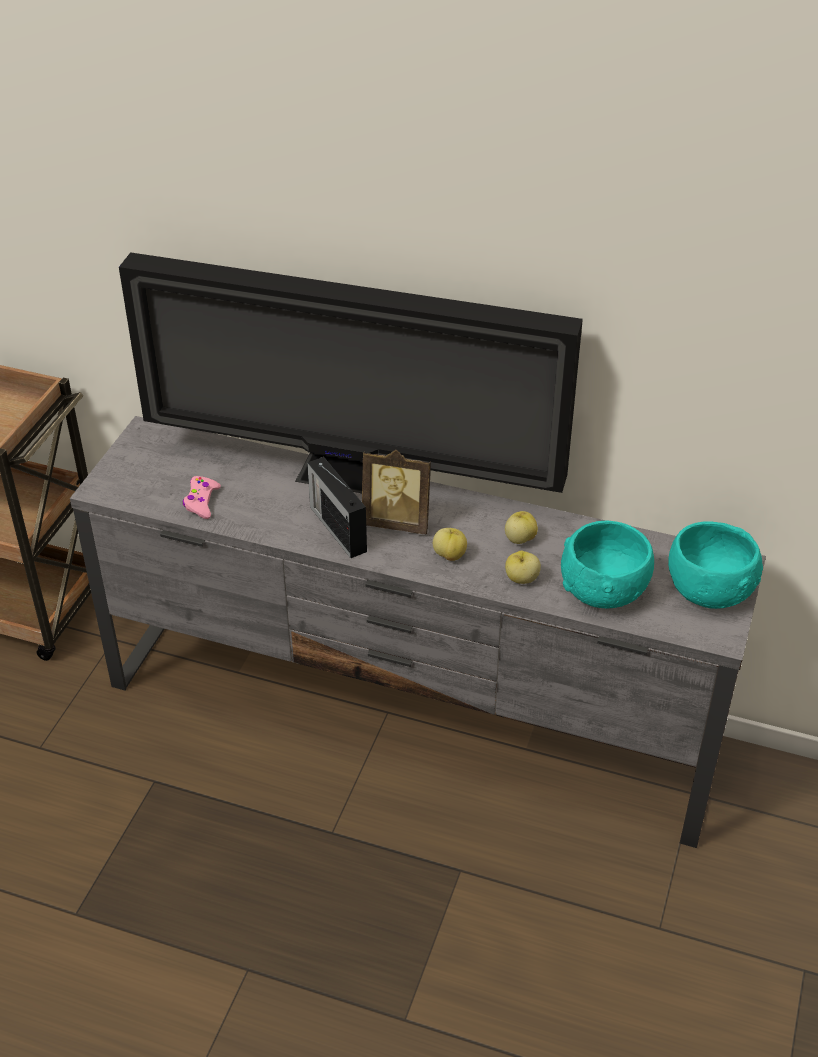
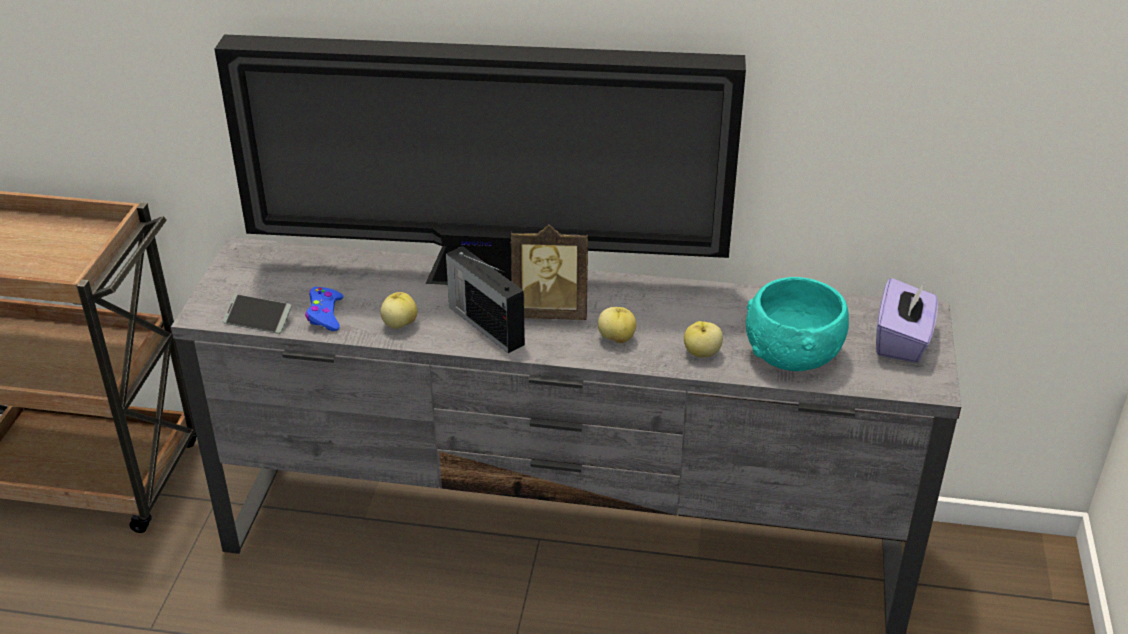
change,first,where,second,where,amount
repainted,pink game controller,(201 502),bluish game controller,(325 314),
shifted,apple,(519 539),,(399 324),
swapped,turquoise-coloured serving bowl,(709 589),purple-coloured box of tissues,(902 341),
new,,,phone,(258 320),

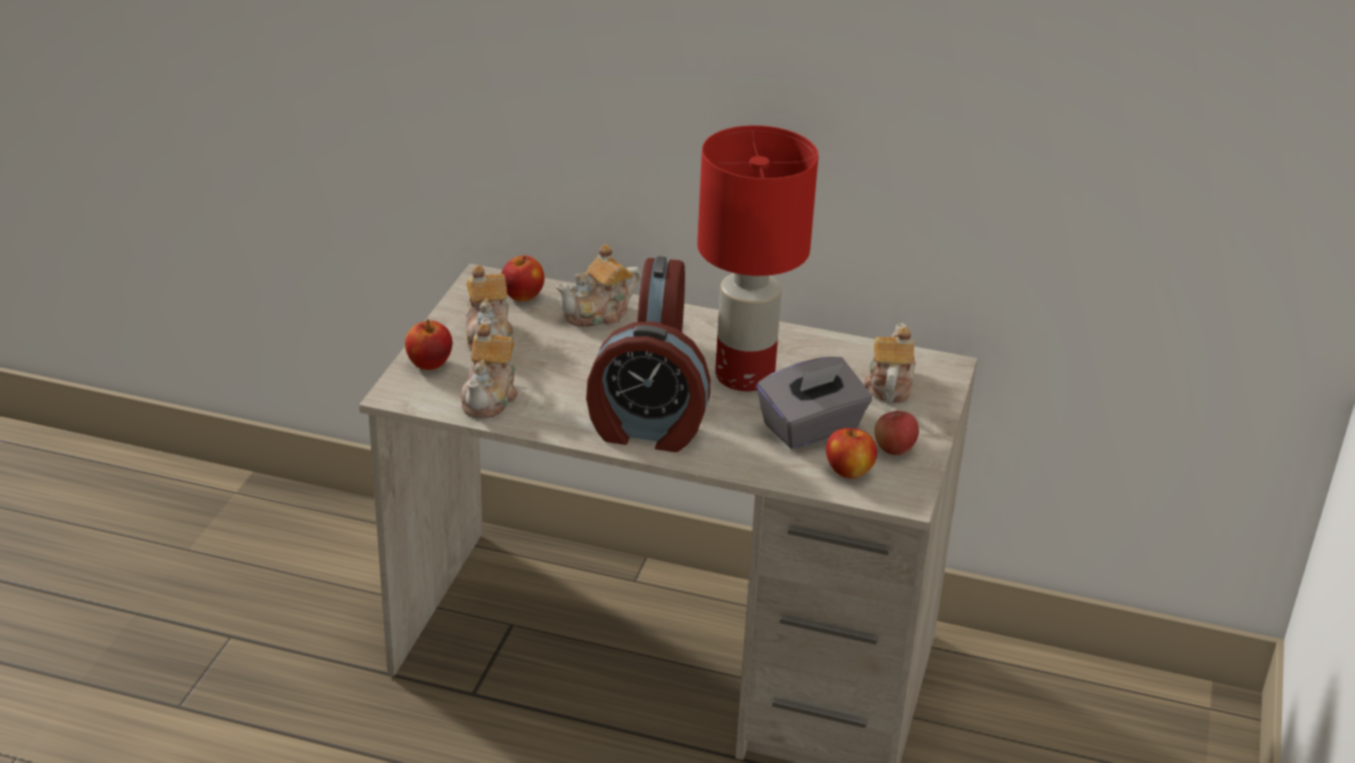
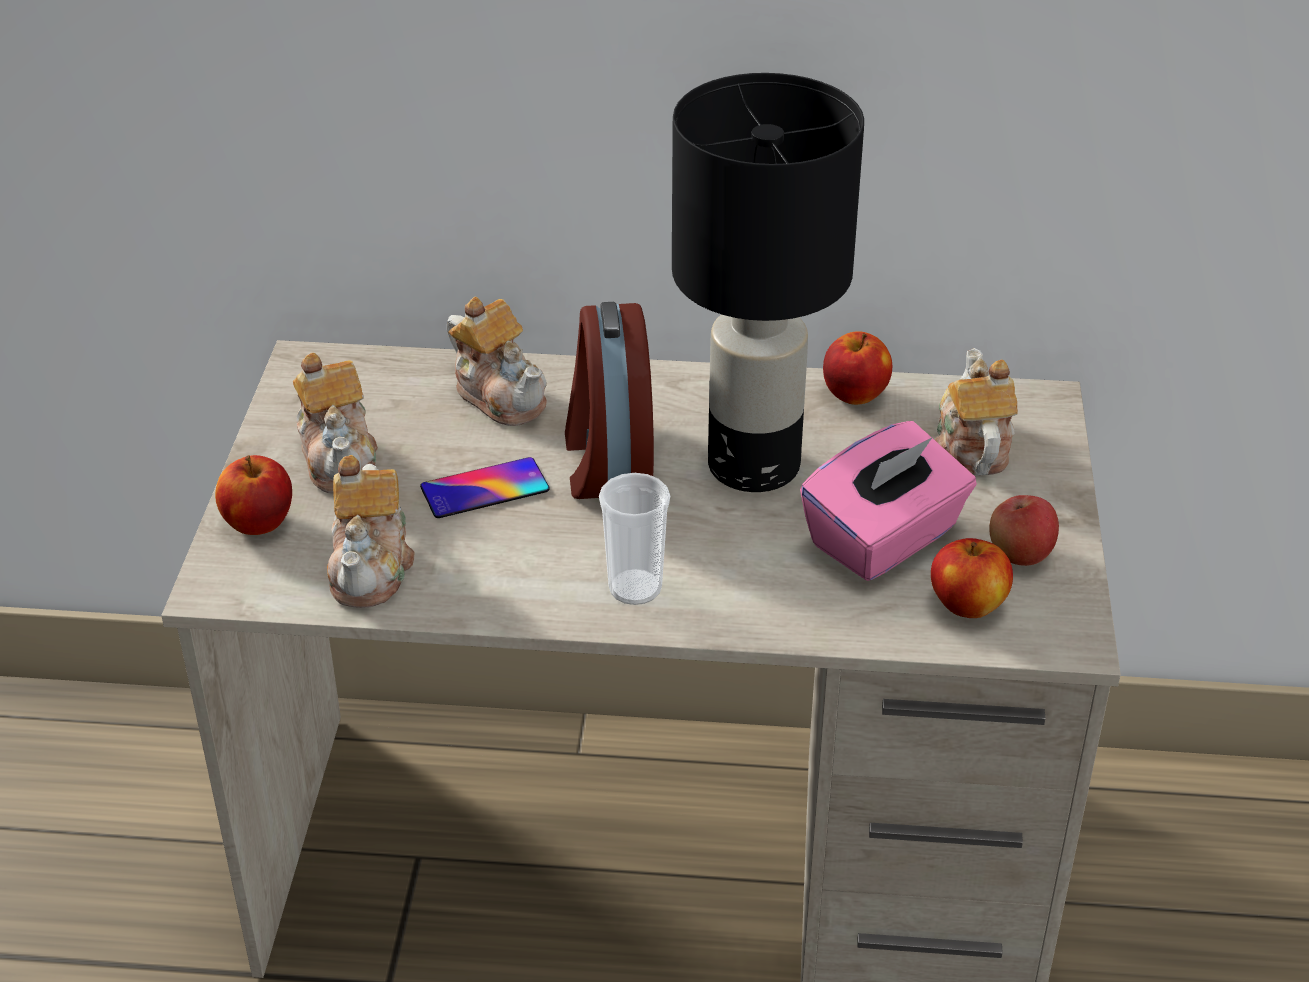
change,first,where,second,where,amount
shifted,apple,(522 296),,(855 395),
rotated,teapot,(599 314),,(500 395),90 degrees counterclockwise
swapped,alarm clock,(646 432),cup,(635 588),
repainted,red table lamp,(746 376),blackish table lamp,(756 466),
repainted,grey box of tissues,(811 428),pink box of tissues,(885 539),
new,,,phone,(485 489),

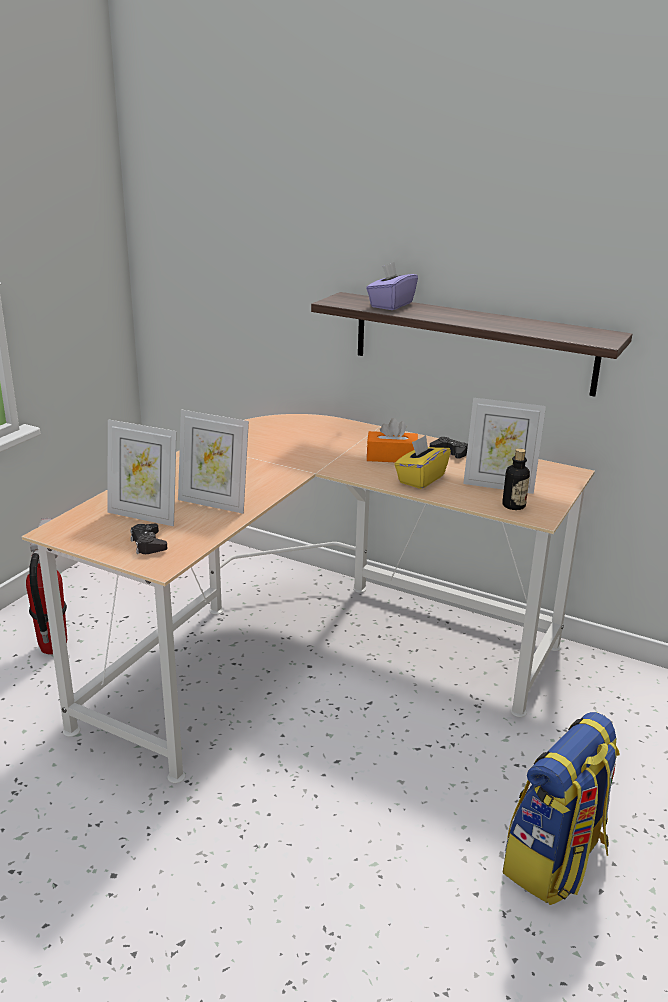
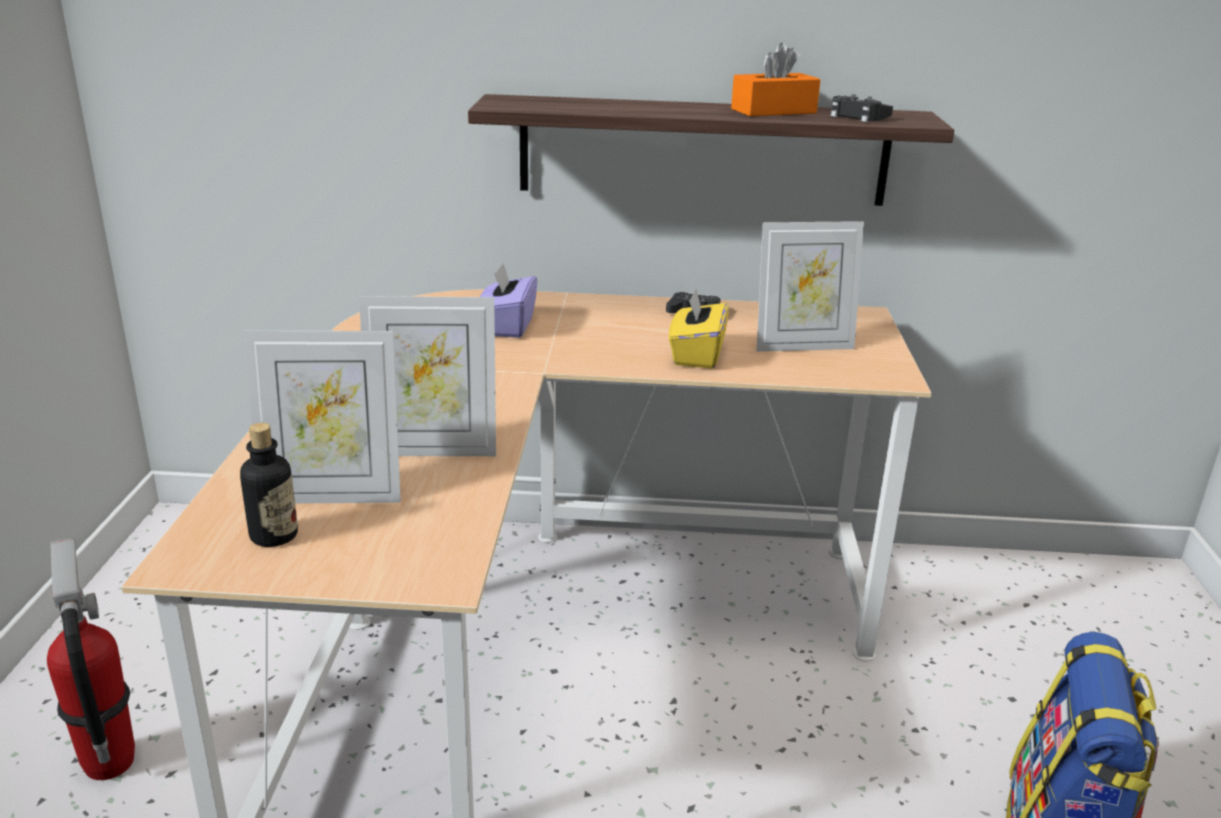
change,first,where,second,where,amount
shifted,blackish game controller,(148 544),,(857 117),
shifted,purple-coloured box of tissues,(390 305),,(507 326),
shifted,orangey box of tissues,(391 457),,(773 111),
shifted,drink bottle,(513 505),,(274 535),

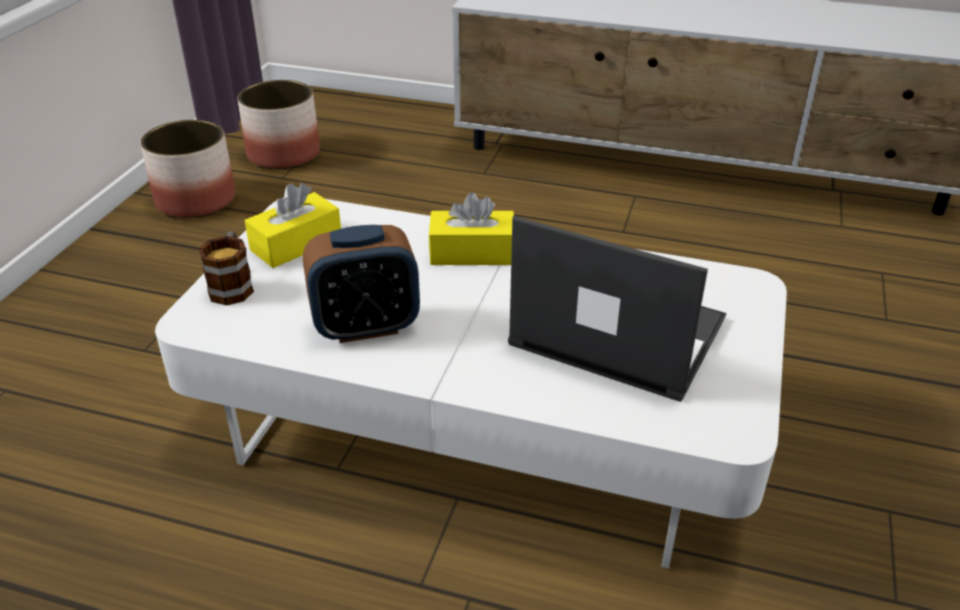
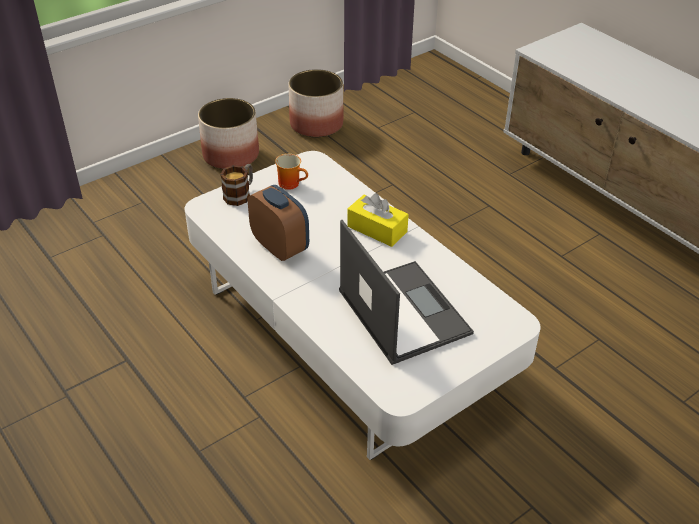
change,first,where,second,where,amount
shifted,planter,(284 154),,(231 155),
swapped,yellowish box of tissues,(296 244),mug,(292 183),
rotated,alarm clock,(366 326),,(280 247),150 degrees counterclockwise

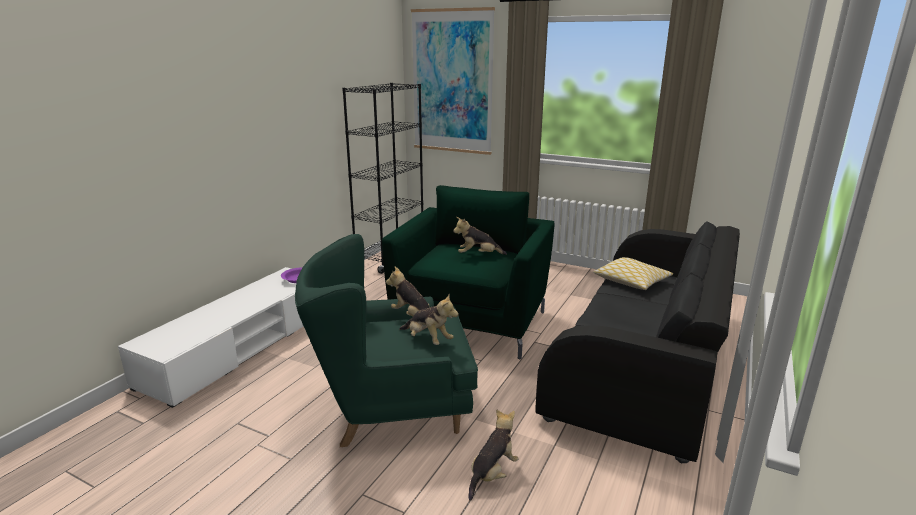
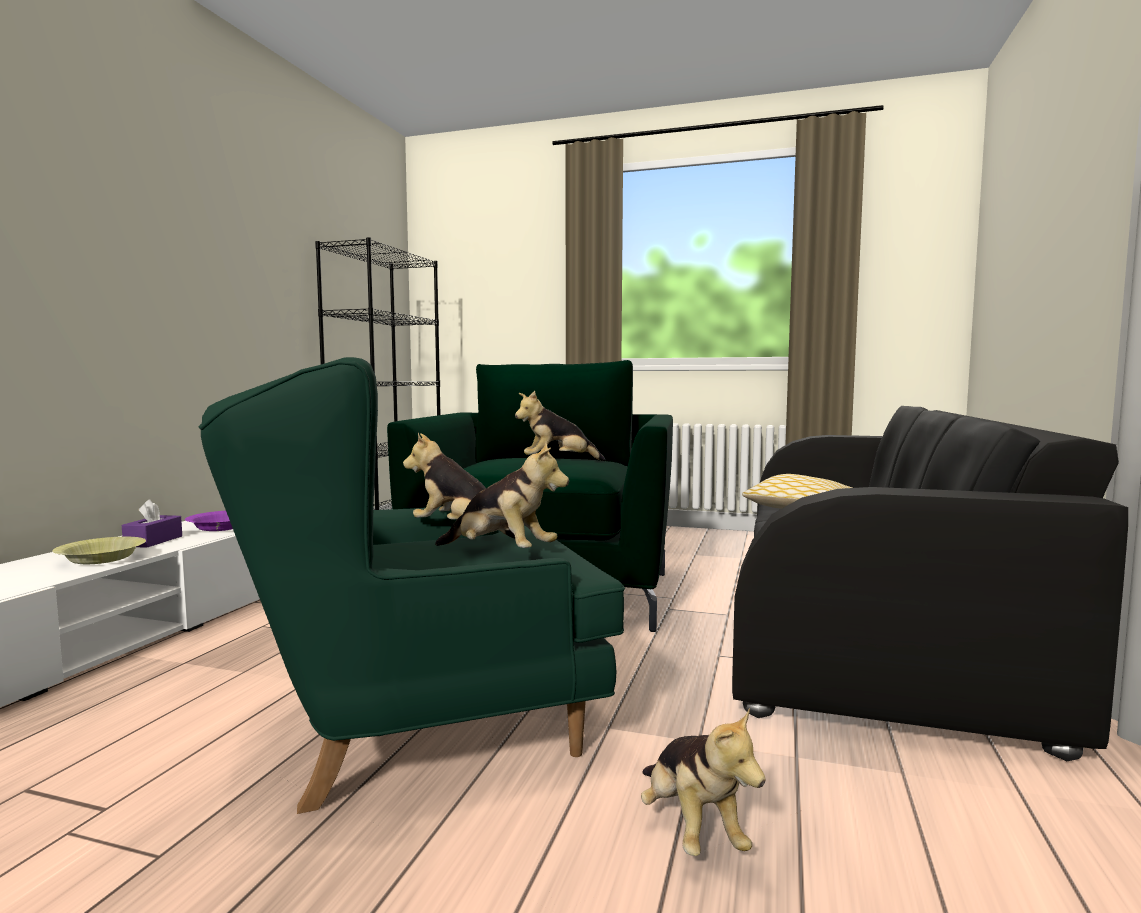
change,first,where,second,where,amount
gone,wall picture,(452 82),,,
rotated,soft toy,(492 474),,(691 829),135 degrees clockwise
new,,,yellowish serving bowl,(101 559),
new,,,purple-coloured box of tissues,(153 541),

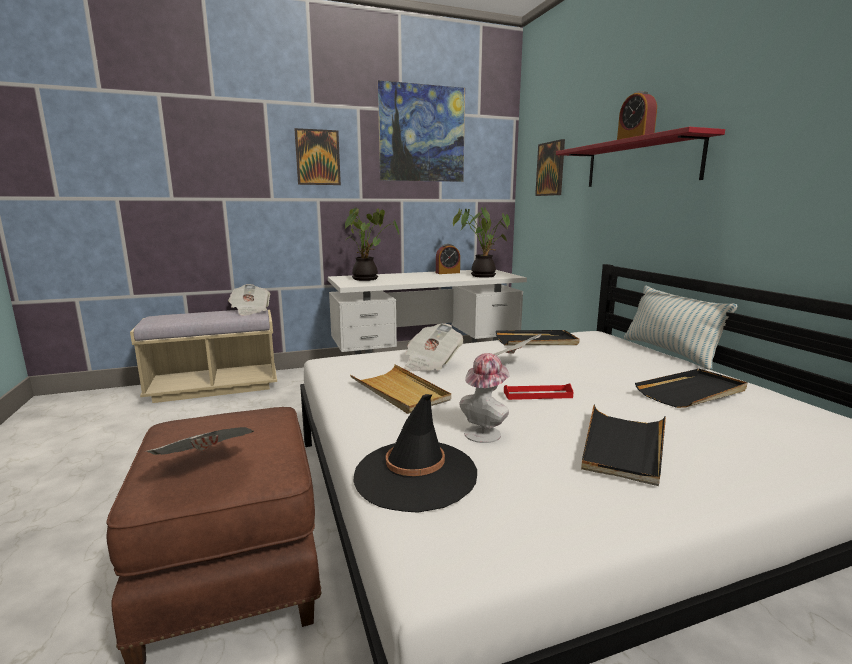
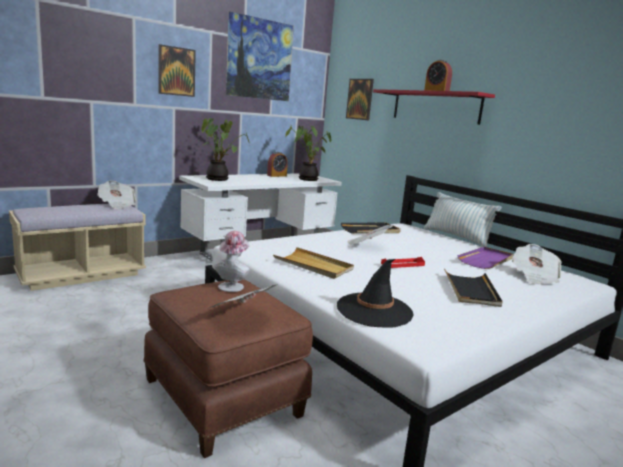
change,first,where,second,where,amount
shifted,daily paper,(430 363),,(534 277),
shifted,hat,(485 432),,(232 286),
repainted,blackish carrying tray,(692 392),purple-coloured carrying tray,(486 260),

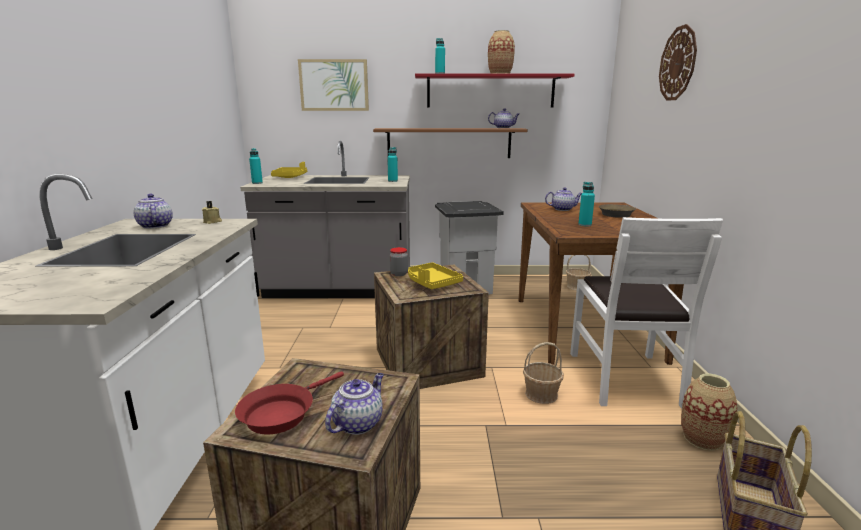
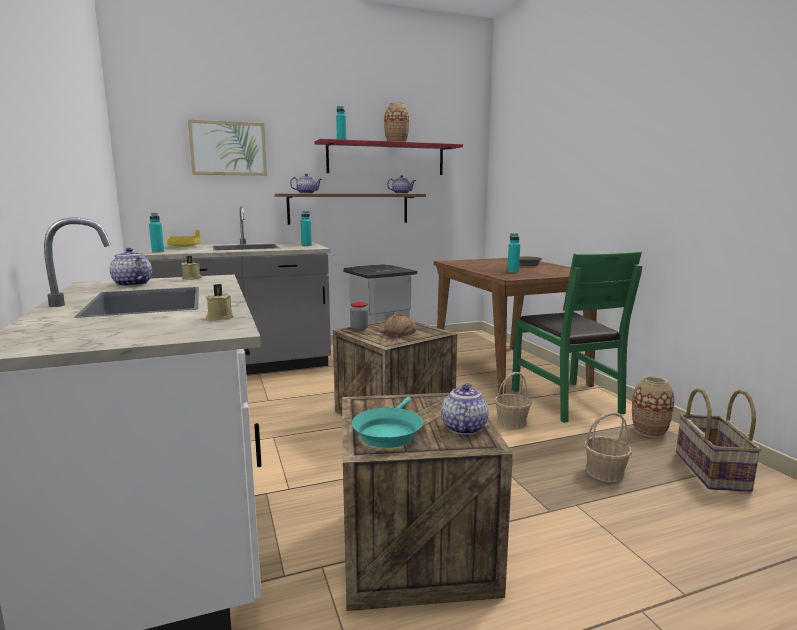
change,first,where,second,where,amount
repainted,red skillet,(282 413),turquoise-coloured skillet,(388 432),
swapped,yellowish carrying tray,(432 283),baked bread,(399 332),
shifted,teapot,(563 209),,(307 193),
shifted,household basket,(577 287),,(605 472),
repainted,white upright chair,(625 378),green upright chair,(566 400),
gone,clock on the wall,(678 63),,,
new,,,sand-coloured candle,(220 317),

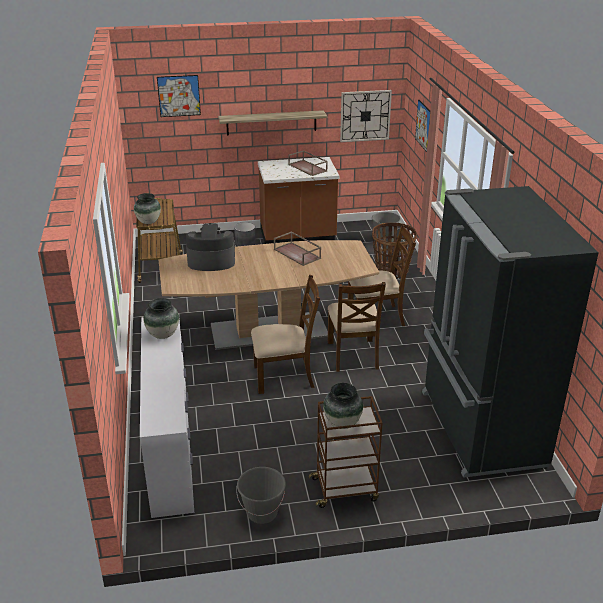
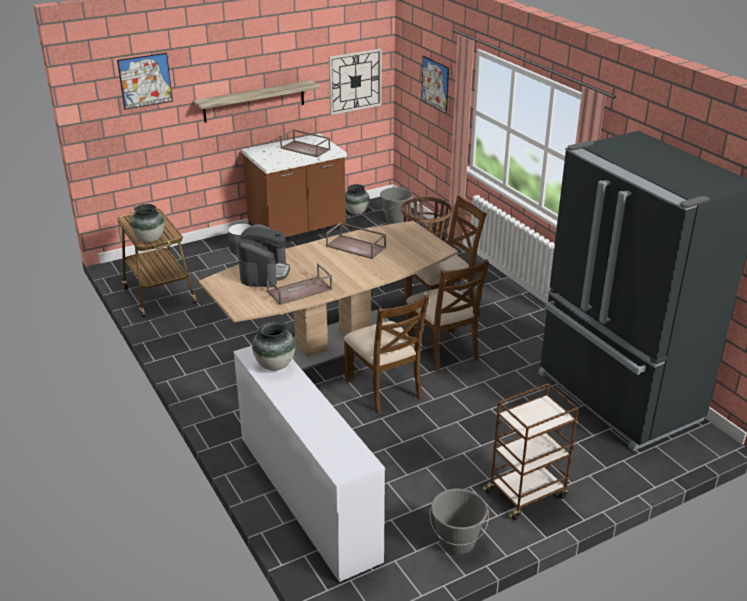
change,first,where,second,where,amount
rotated,coffee machine,(211 261),,(264 272),120 degrees clockwise
rotated,brown-coloured upright chair,(284 376),,(384 389),90 degrees clockwise
shifted,vase,(342 423),,(356 212),
new,,,brown-coloured carrying tray,(299 291),

